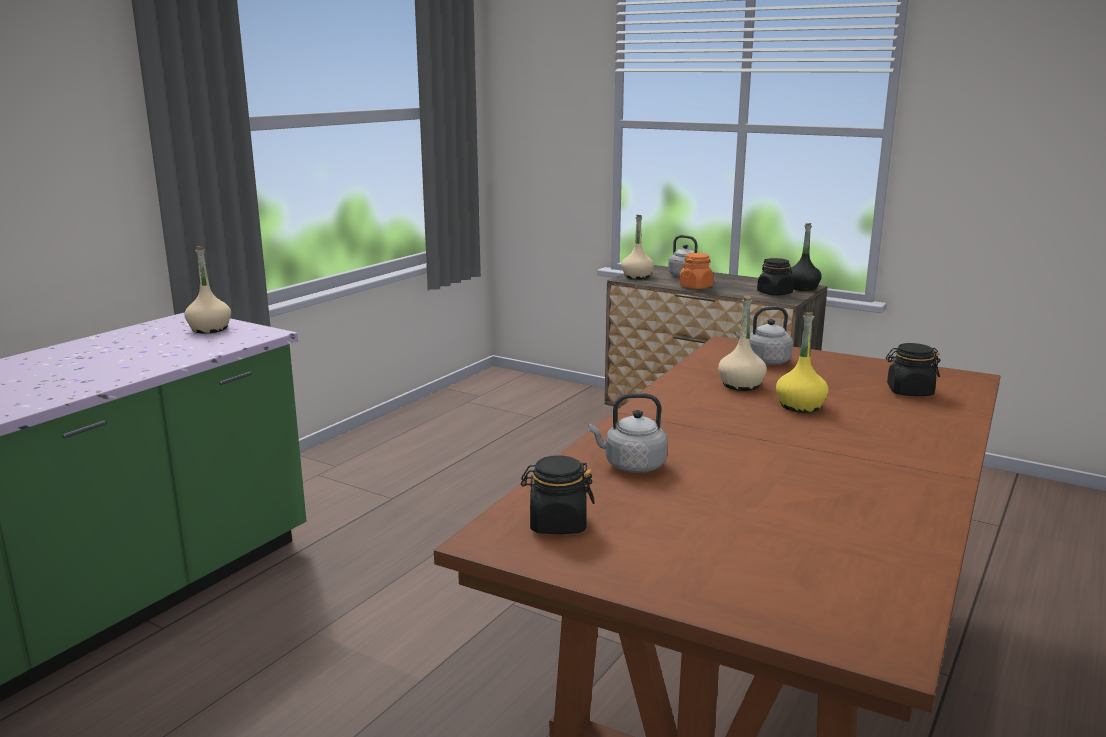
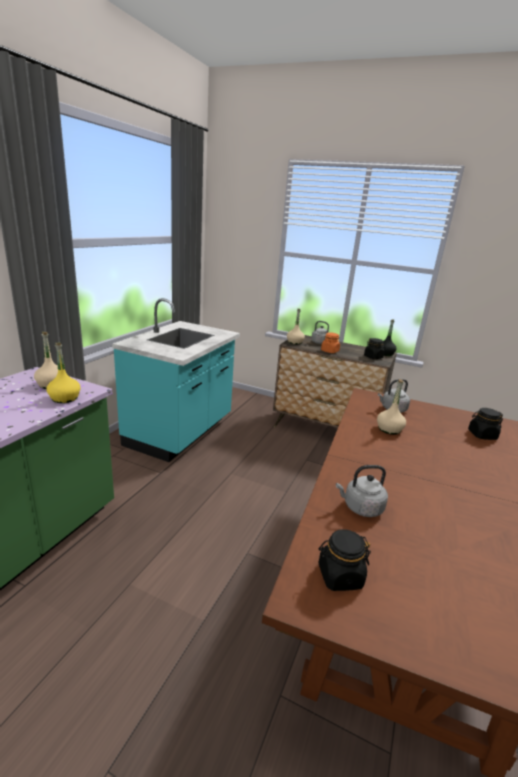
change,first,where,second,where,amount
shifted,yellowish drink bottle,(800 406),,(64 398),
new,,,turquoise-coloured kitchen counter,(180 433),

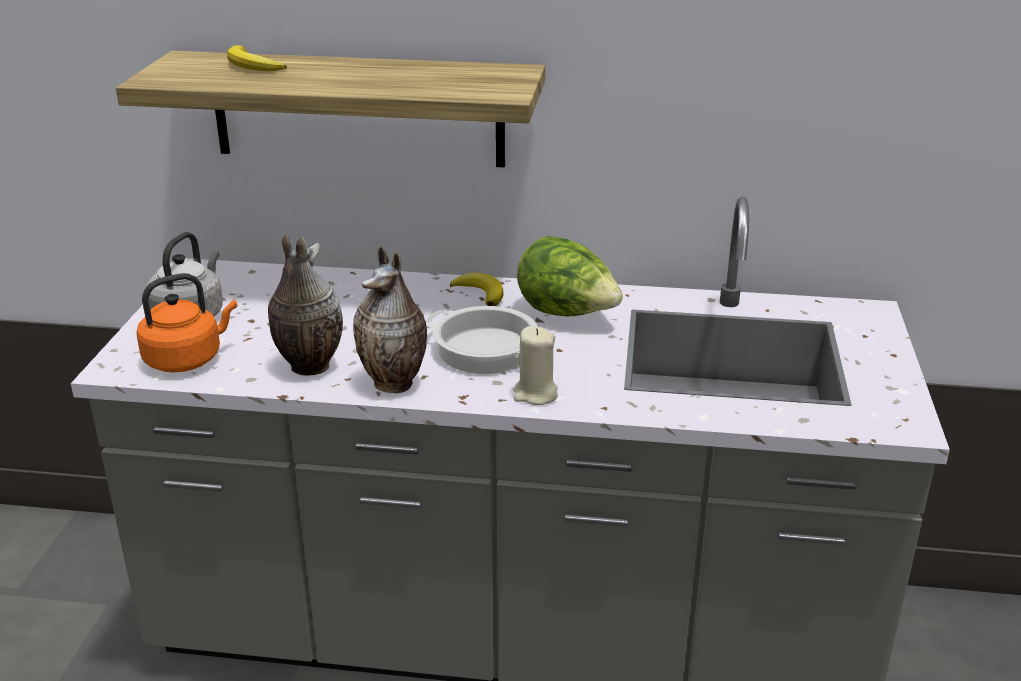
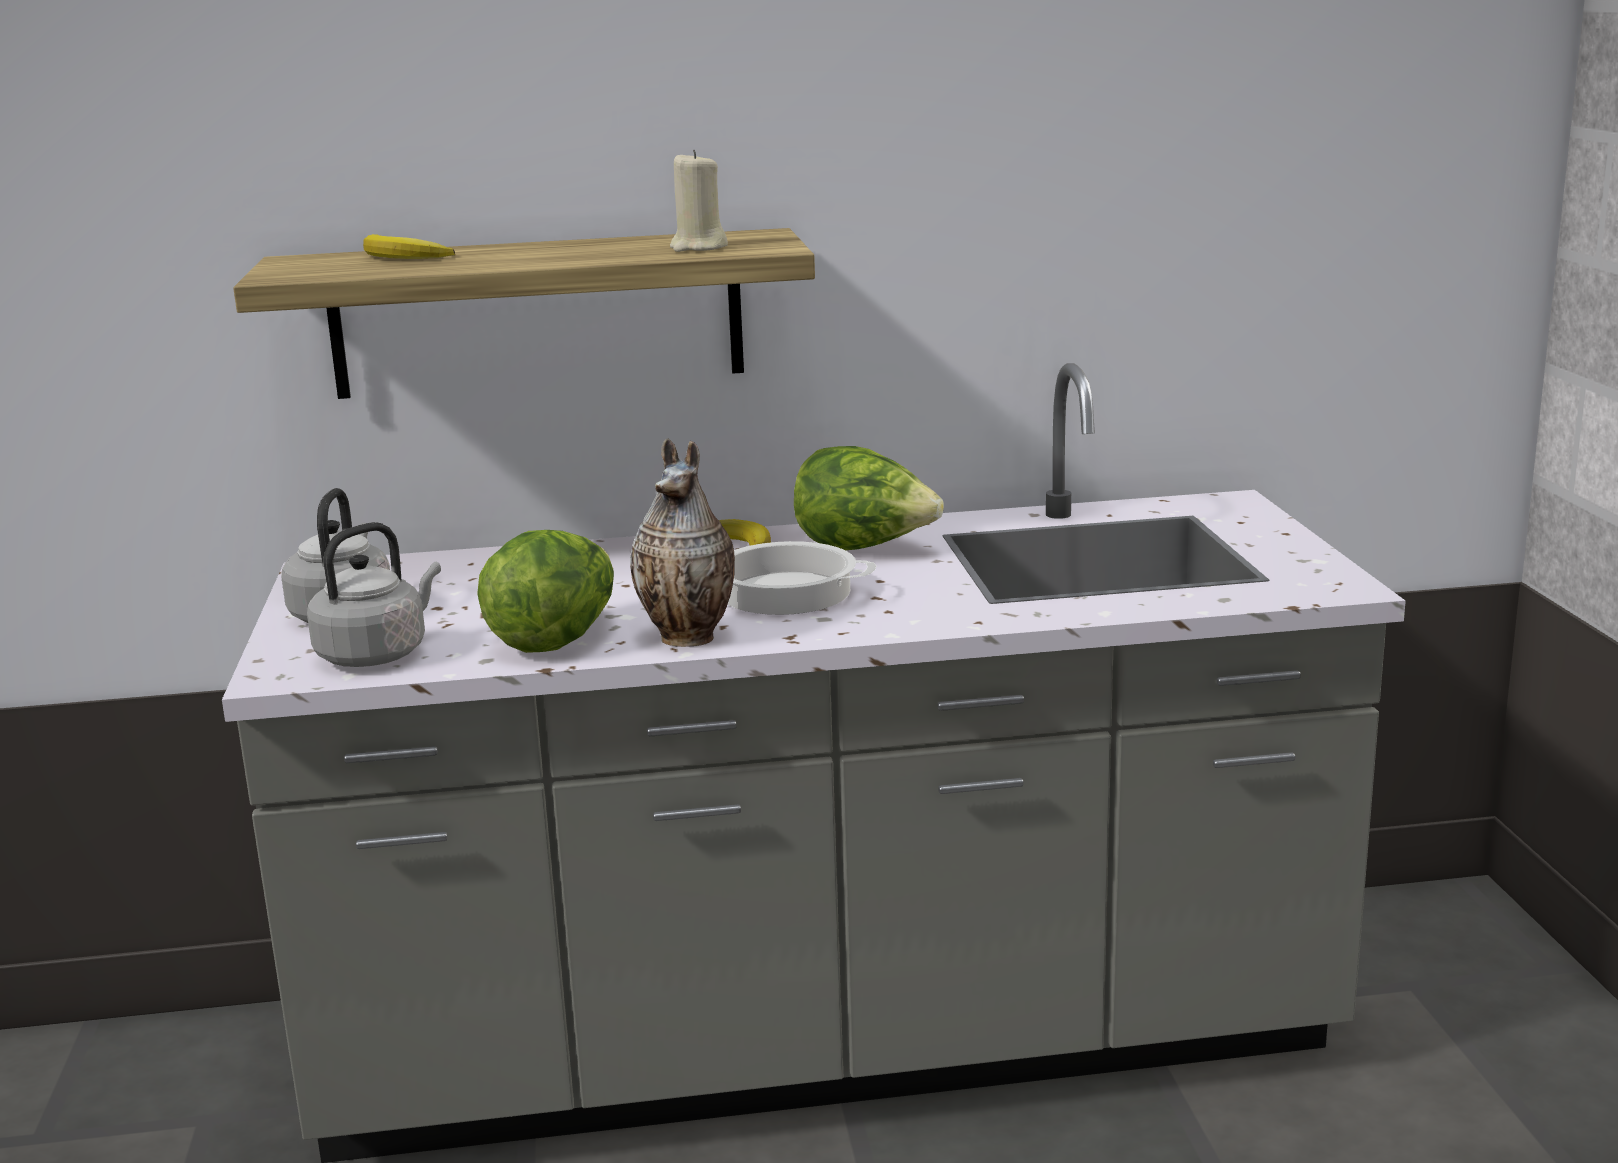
change,first,where,second,where,amount
repainted,orangey water kettle,(187 359),grey water kettle,(377 654),
swapped,vase,(307 367),lettuce head,(556 638),
shifted,sand-coloured candle,(535 394),,(698 247),

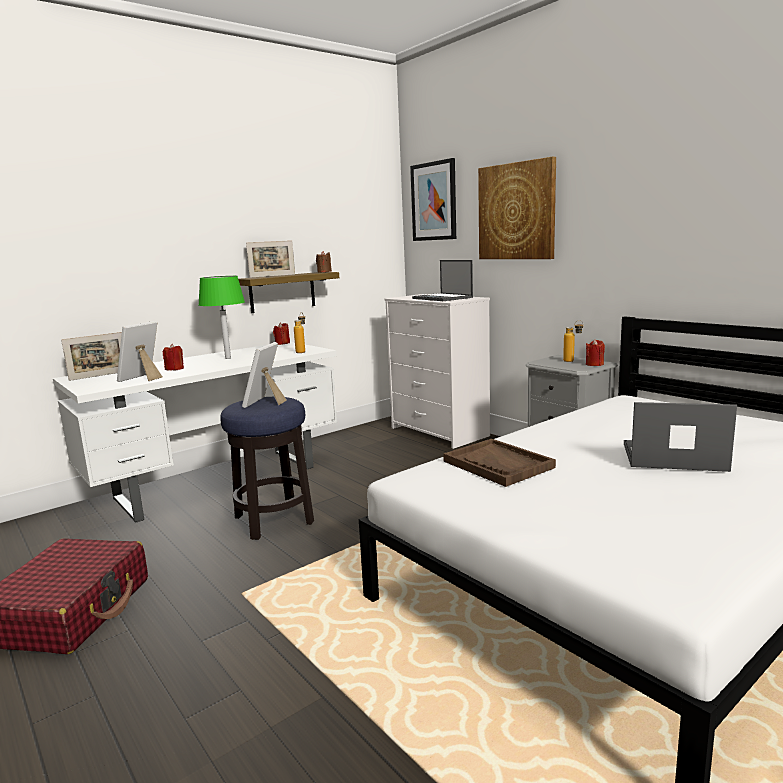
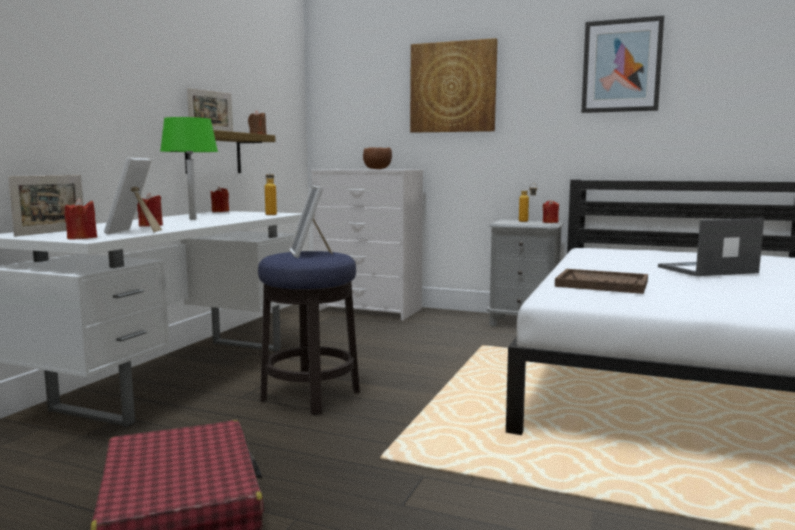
change,first,where,second,where,amount
shifted,wall picture,(434 201),,(621 66),
swapped,portable computer,(443 298),brown-coloured serving bowl,(378 169),
new,,,red candle,(82 238),

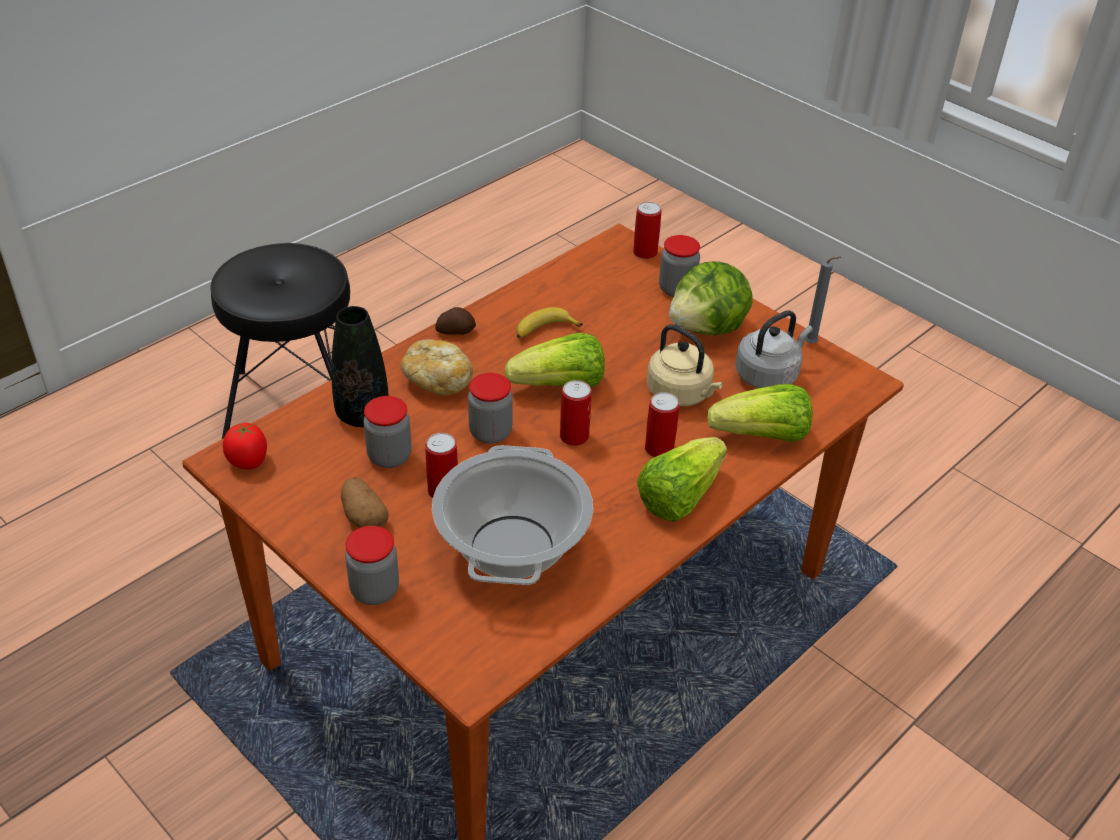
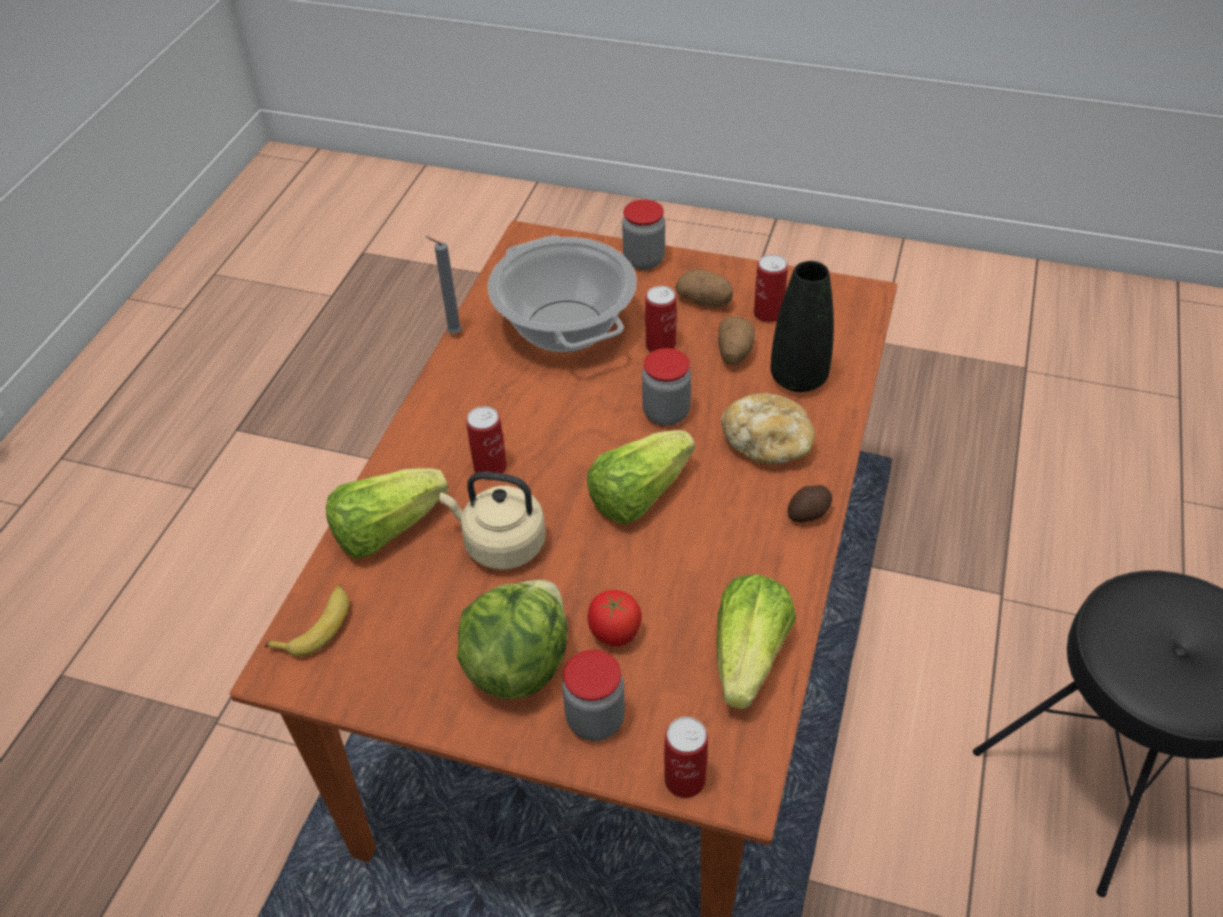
change,first,where,second,where,amount
shifted,whole tomato,(248 461),,(614 633),
swapped,storage jar,(389 456),potato,(734 353),
shifted,banana,(544 331),,(316 626),
shifted,can,(574 436),,(768 313),
shifted,lettuce head,(679 496),,(749 656),
gone,grey water kettle,(768 375),,,
shifted,grey candle,(812 344),,(452 333),

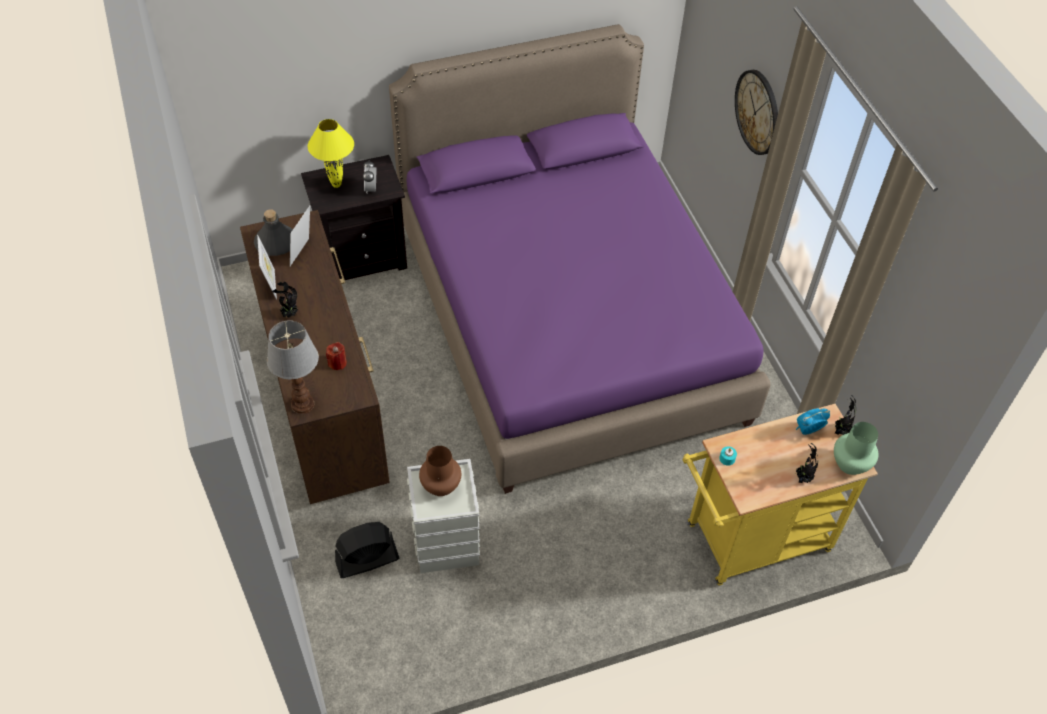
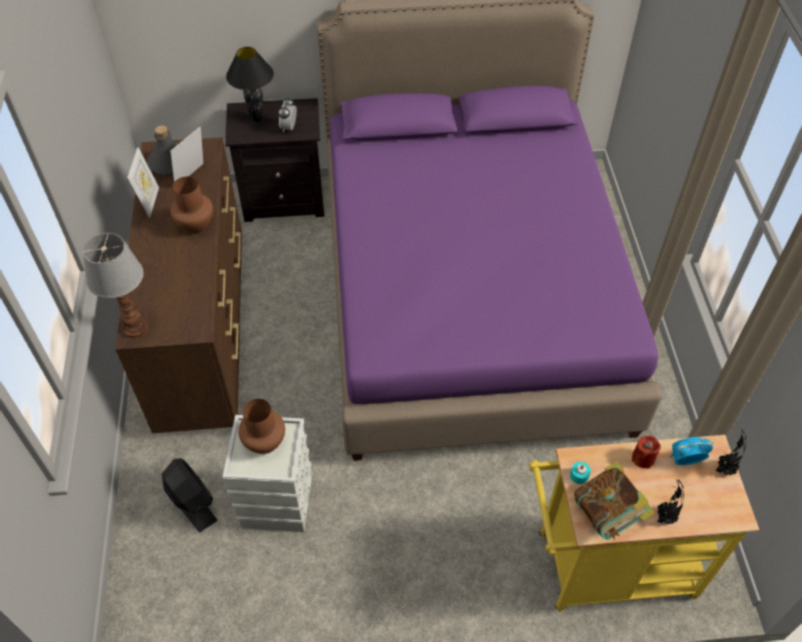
change,first,where,second,where,amount
gone,houseplant,(289 315),,,
repainted,yellowish table lamp,(336 184),blackish table lamp,(257 118),
shifted,red candle,(337 363),,(643 458),
rotated,blackish cooling fan,(367 560),,(192 503),60 degrees clockwise
gone,clock on the wall,(758 112),,,
gone,green vase,(851 464),,,
new,,,brown-coloured vase,(195 225),
new,,,volume,(608 514),

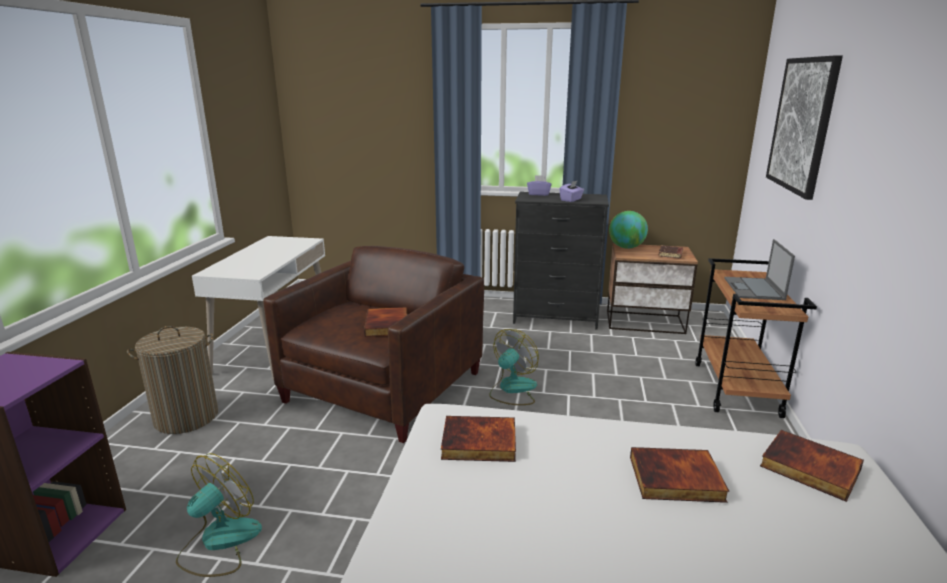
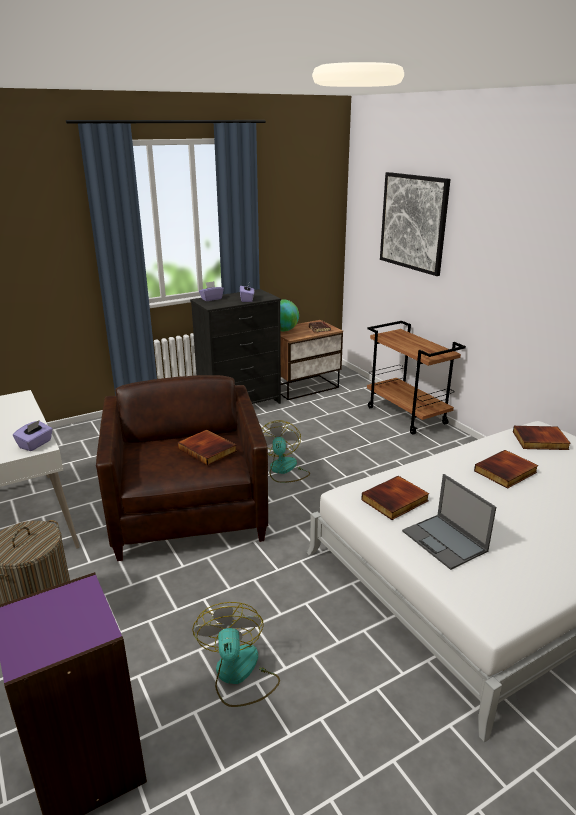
change,first,where,second,where,amount
shifted,portable computer,(754 289),,(445 541),
new,,,purple-coloured box of tissues,(35 444),

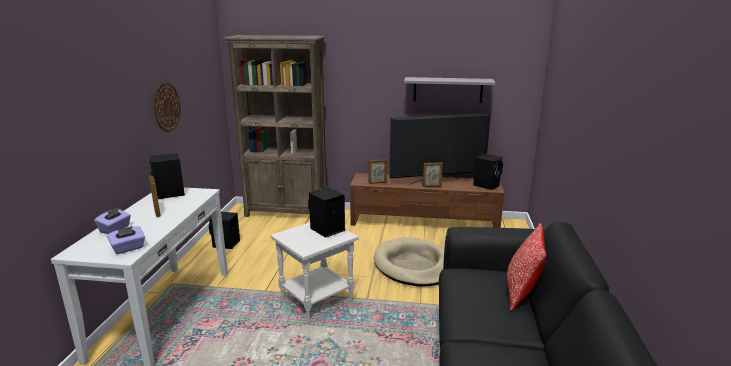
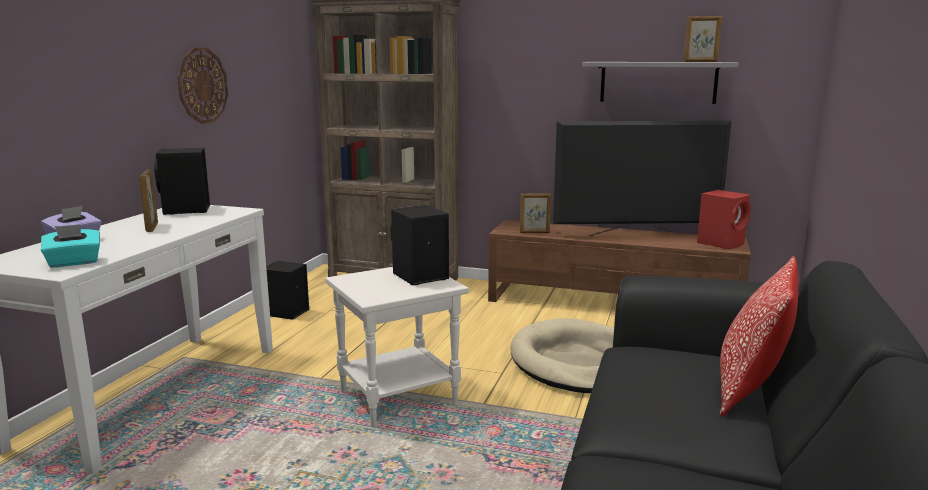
change,first,where,second,where,amount
repainted,purple-coloured box of tissues,(128 248),turquoise-coloured box of tissues,(74 262),
shifted,photo frame,(432 186),,(700 61),
repainted,blackish audio speaker,(487 185),red audio speaker,(722 243),

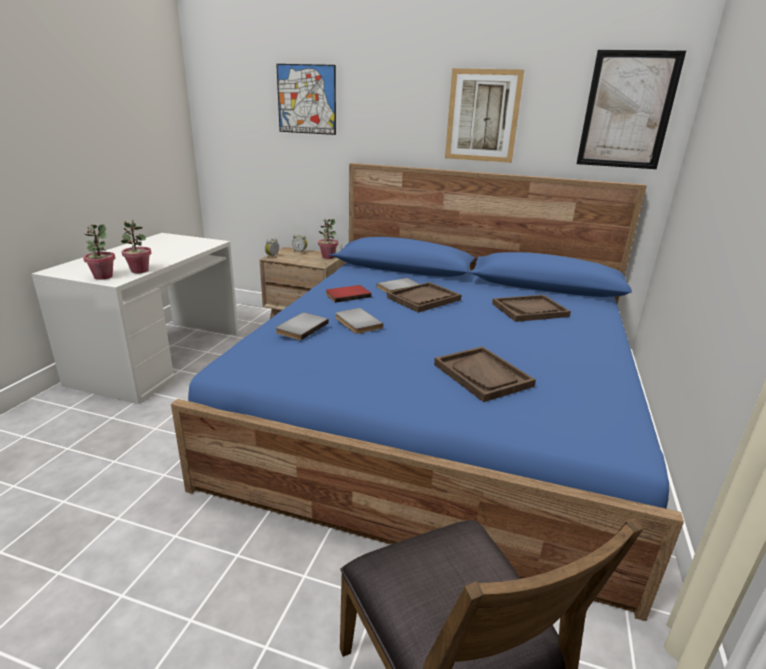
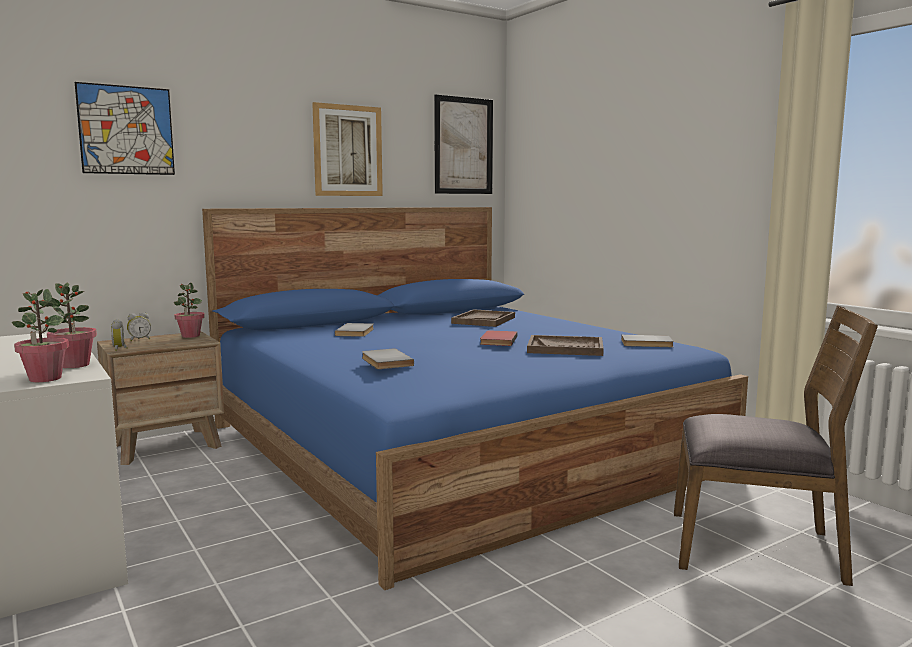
change,first,where,second,where,amount
shifted,red volume,(347 295),,(497 340),
shifted,grey volume,(356 323),,(647 344),
gone,brown-coloured carrying tray,(423 299),,,

